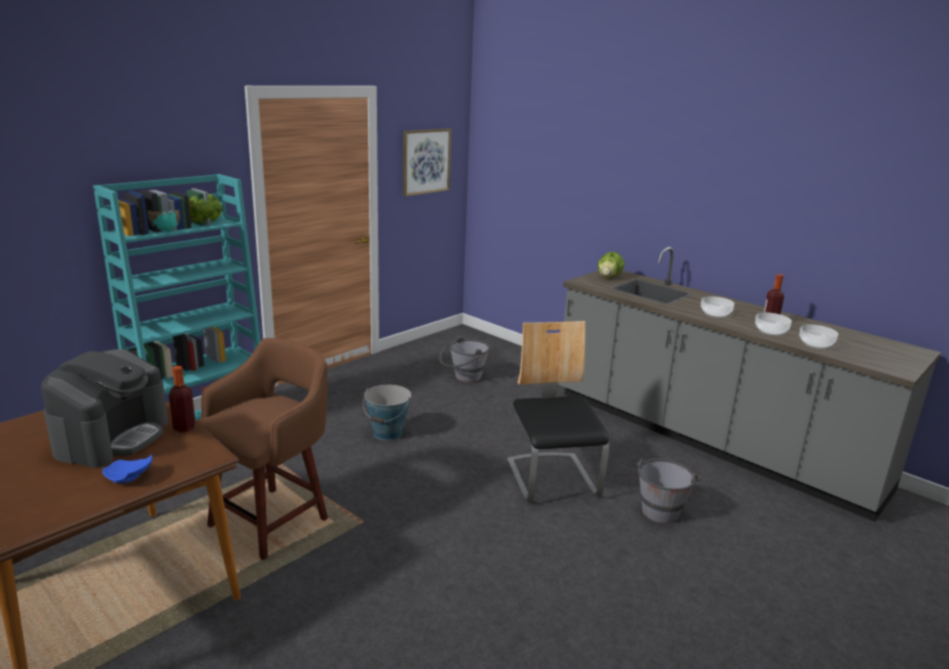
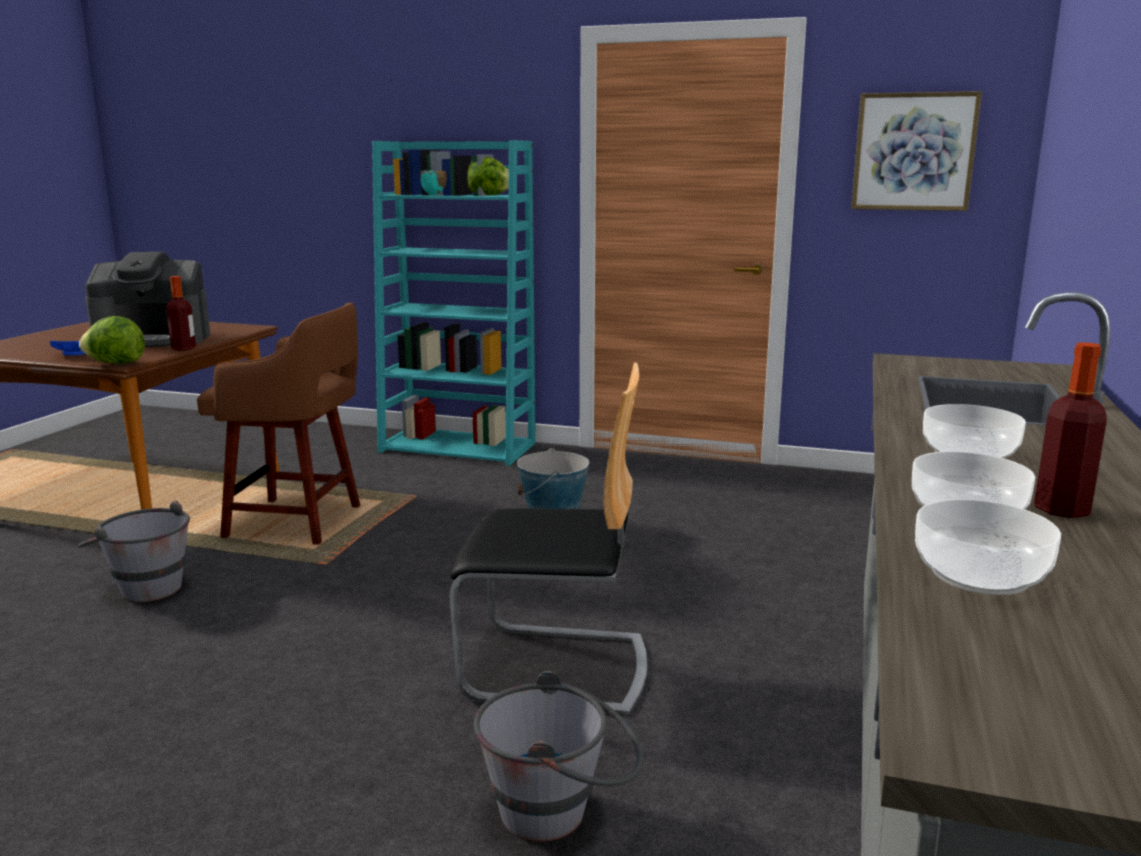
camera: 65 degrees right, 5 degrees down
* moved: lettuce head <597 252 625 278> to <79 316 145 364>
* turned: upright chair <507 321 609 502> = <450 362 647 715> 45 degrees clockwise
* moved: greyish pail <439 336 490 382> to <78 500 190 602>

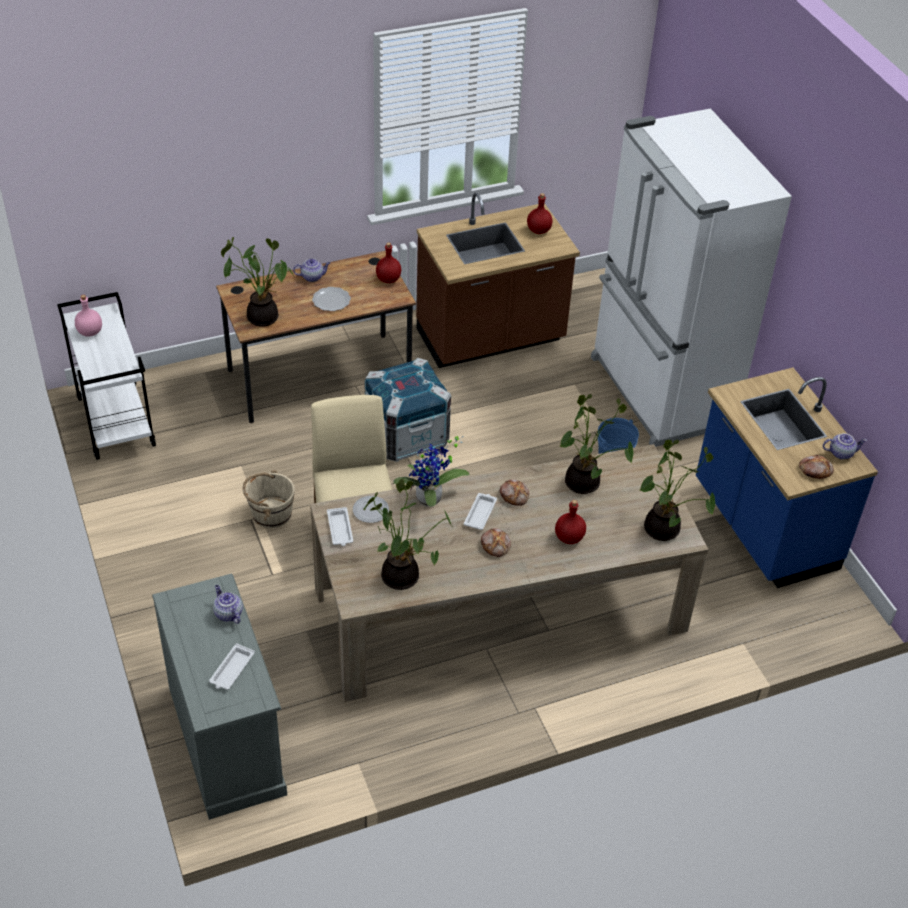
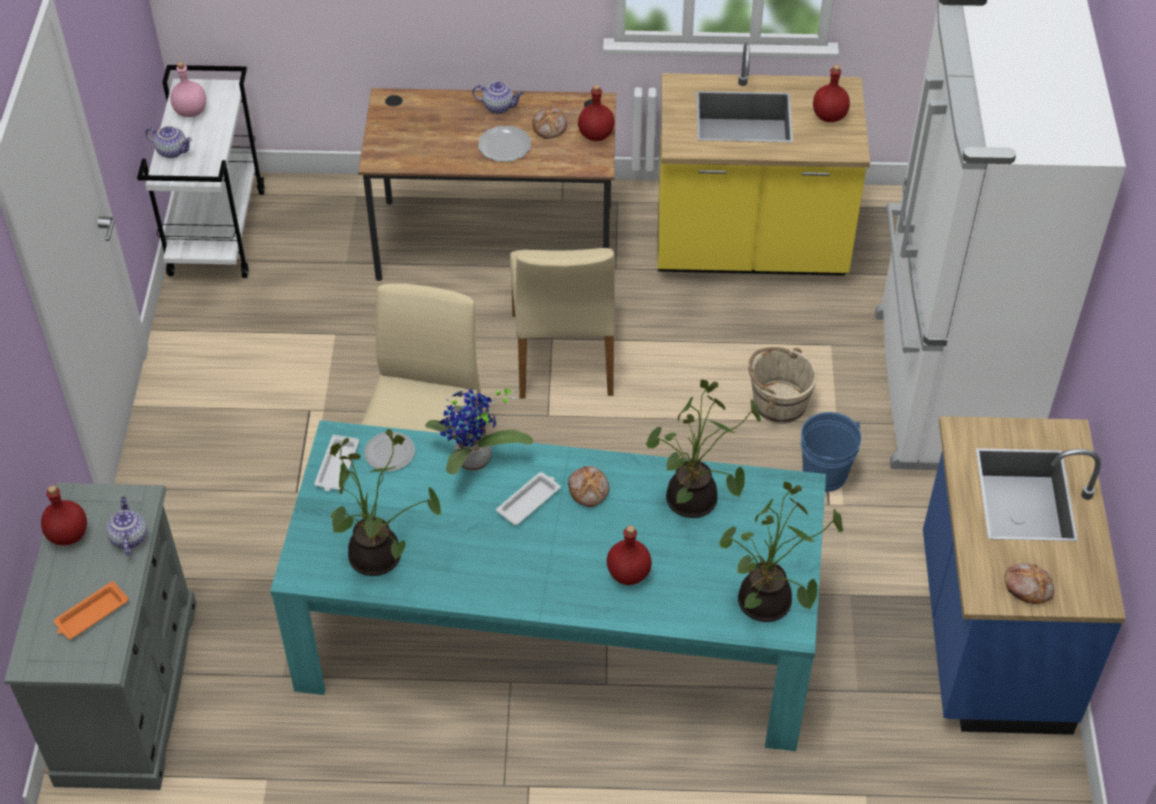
camera: 25 degrees right, 5 degrees up
* recoloured: brownish kitchen counter <416 193 580 368> to yellowish kitchen counter <658 42 870 276>
* removed: houseplant <221 237 294 327>
* replaced: shipping crate <364 358 451 462> to sand-coloured upright chair <510 248 615 399>
* moved: pot for tea <823 433 867 460> to <145 126 192 158>
* recoloured: sand-coloured dinner table <310 444 709 702> to turquoise dinner table <270 420 826 751>
* moved: sand-coloured pail <243 470 295 528> to <748 347 817 424>
* moved: bread <481 528 511 557> to <532 107 567 139>
* recoloured: white serving tray <209 643 255 690> to orangey serving tray <54 581 129 639>
* added: reddish drink bottle <41 485 87 545>

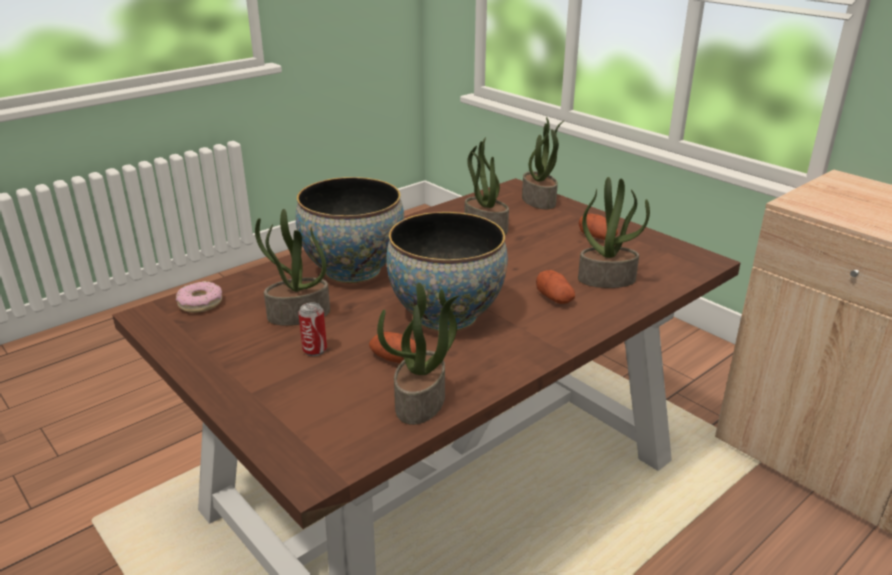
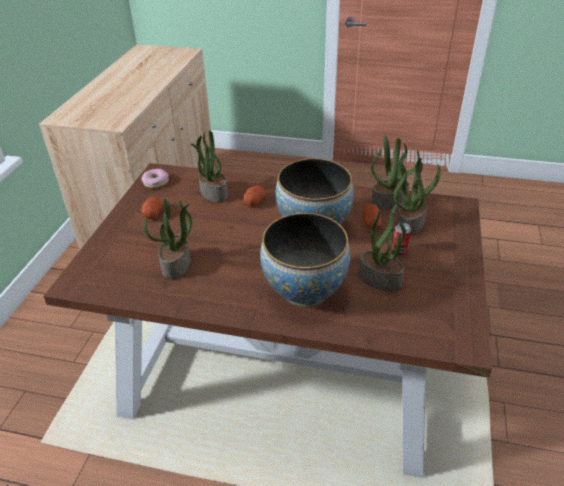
camera: 125 degrees left, 10 degrees up
* moved: houseplant <522 117 565 209> to <393 158 441 235>
* moved: donut <176 281 222 313> to <141 169 169 188>

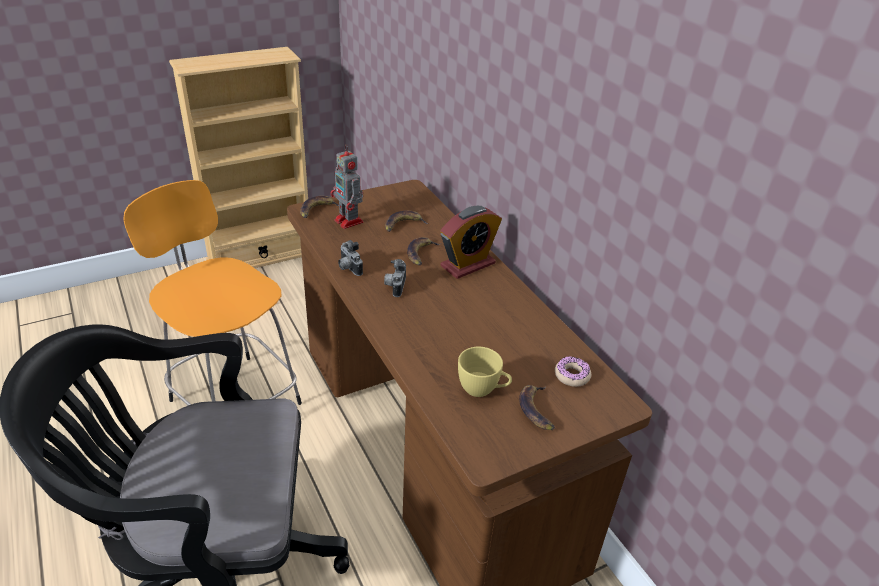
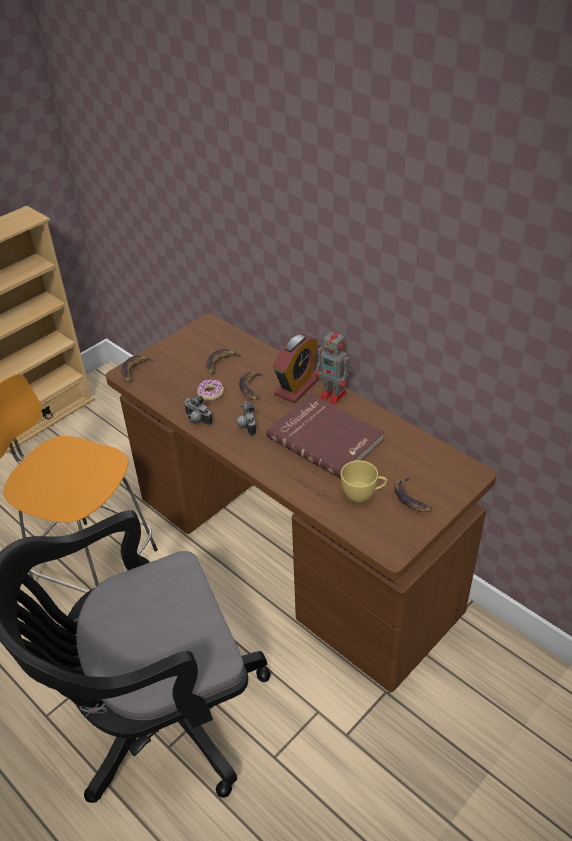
camera: 15 degrees left, 5 degrees up
* moved: robot figure <330 144 364 229> to <314 328 354 405>
* moved: donut <555 356 591 387> to <197 379 224 401>
* added: reddish volume <266 394 384 479>

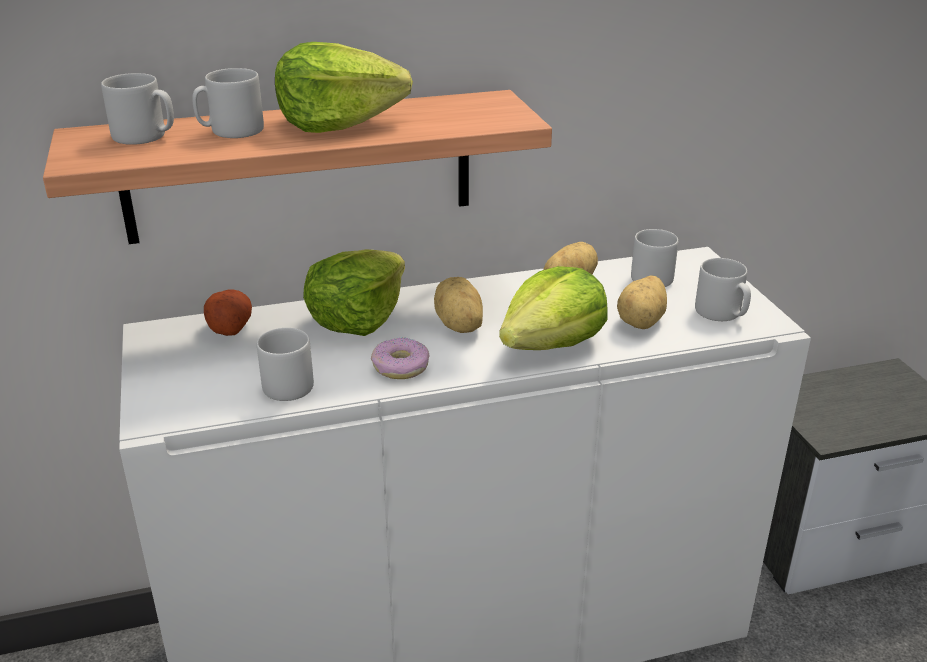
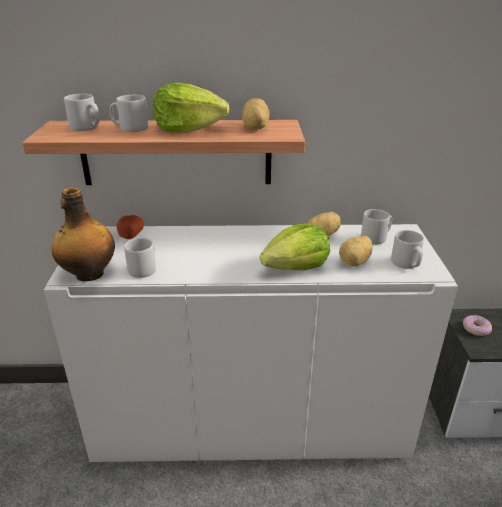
camera: 15 degrees right, 0 degrees up
* removed: lettuce head <303 249 405 336>
* moved: whole potato <434 277 483 333> to <242 98 270 129>
* moved: donut <371 337 429 379> to <463 315 492 336>
* added: drink bottle <51 187 115 281>

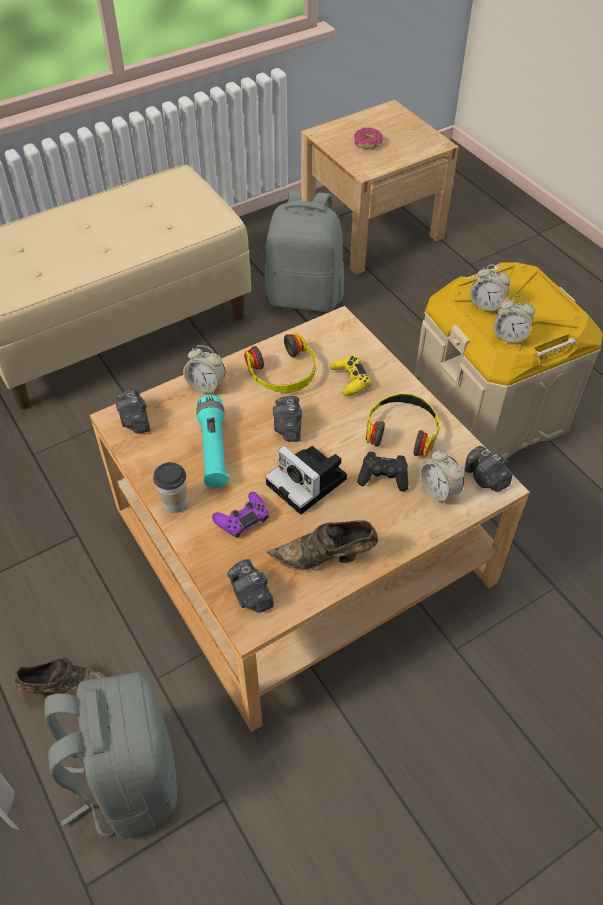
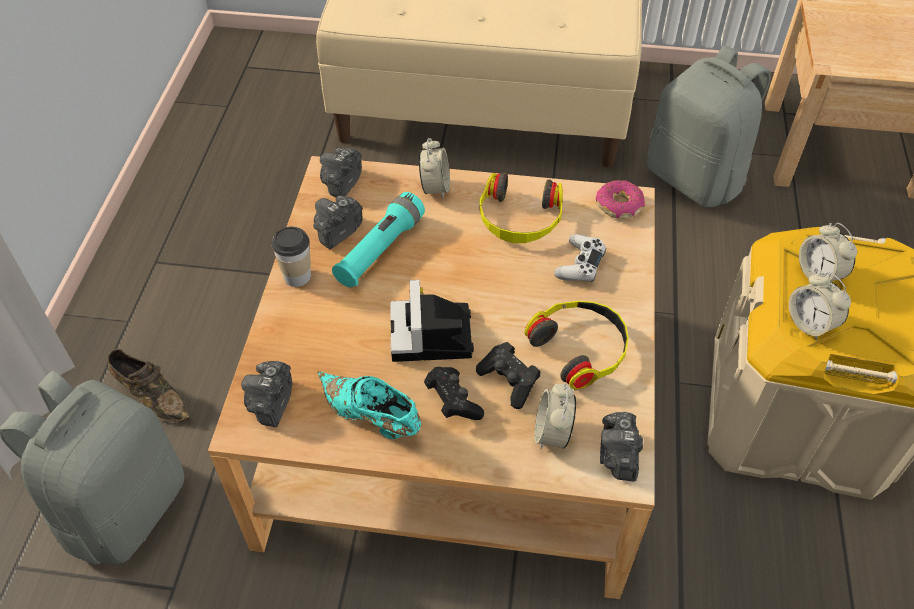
camera: 40 degrees right, 0 degrees up
* moved: donut <354 128 383 149> to <596 180 645 219>
* turned: bedside clock <183 345 225 394> = <419 138 450 199> 150 degrees counterclockwise
* recoloured: yellowish joypad <329 355 372 396> to white joypad <554 234 606 283>
* moved: still camera <273 396 302 442> to <313 196 363 249>
* removed: purplish joypad <212 492 269 538>
* recoloured: brownish low shoe <267 520 378 571> to turquoise low shoe <317 371 421 439>
* added: black-coloured joypad <424 367 484 420>

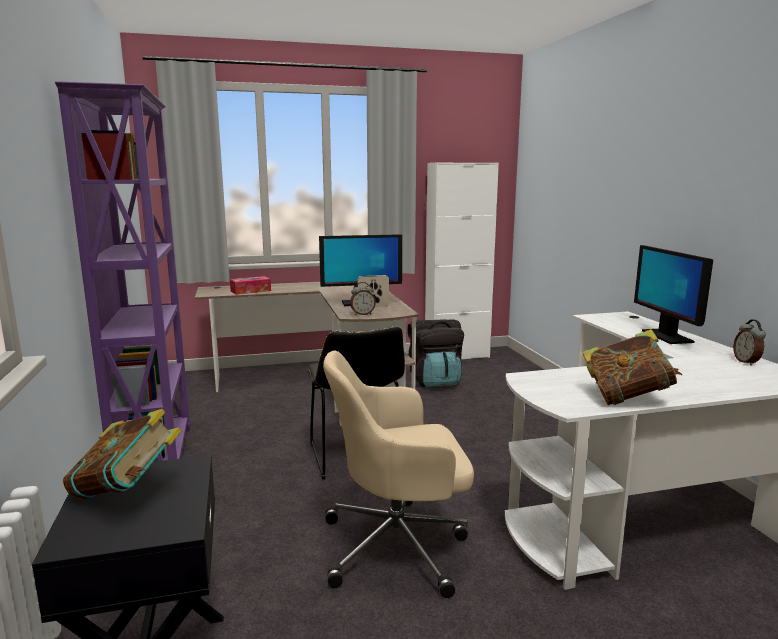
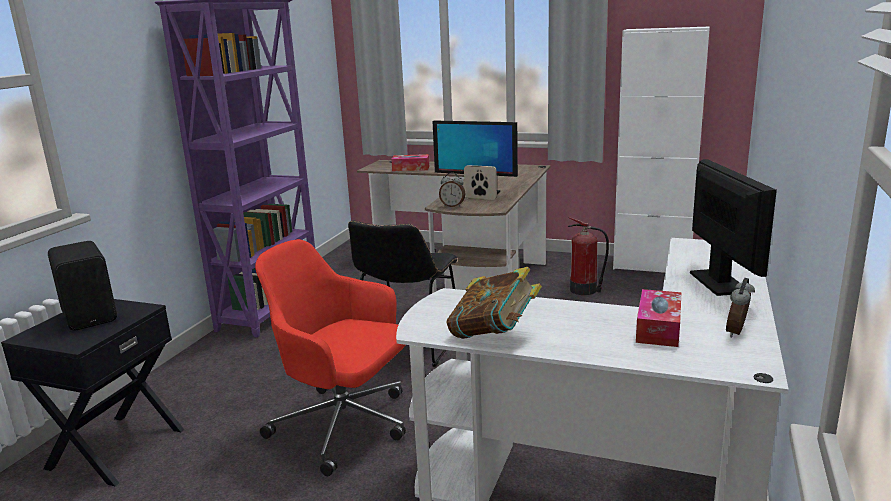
camera: 35 degrees right, 5 degrees up
* turned: computer display <634 245 713 344> = <690 159 777 296> 150 degrees clockwise
* replaced: black-coloured backpack <408 319 464 387> to fire-fighting cylinder <568 217 609 295>
* recoloured: sand-coloured desk chair <323 351 474 598> to reddish desk chair <255 239 406 476>
* replaced: volume <63 409 182 499> to black-coloured speaker <48 241 117 331>
* added: box of tissues <636 289 681 347>

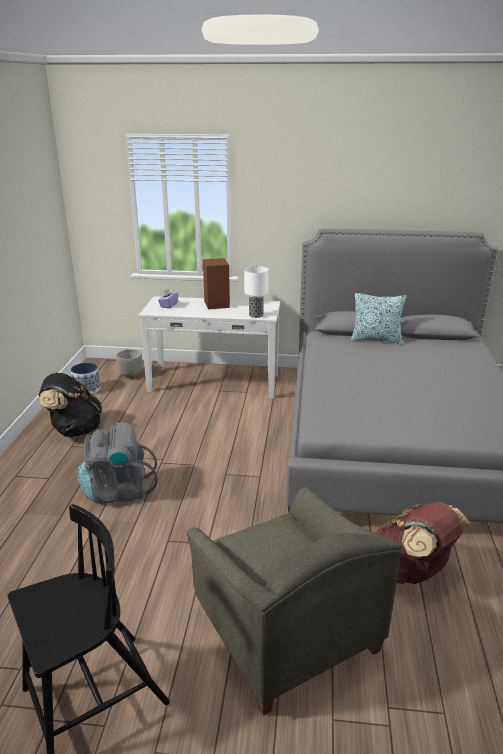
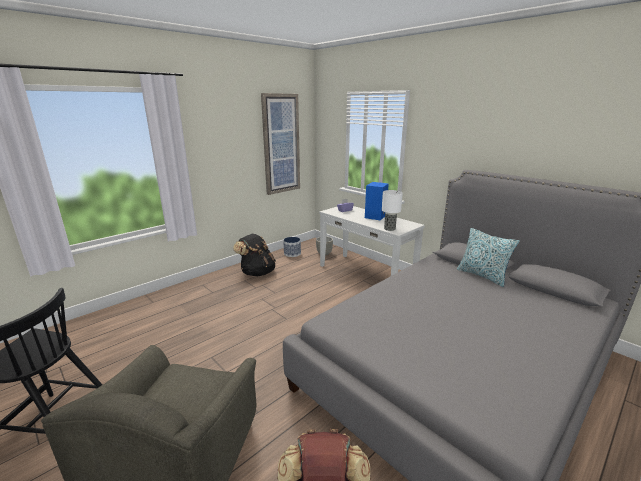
camera: 40 degrees right, 5 degrees down
* recoloured: brownish speaker <203 258 230 309> to bluish speaker <365 182 389 221>
* removed: greyish backpack <77 422 158 504>
* added: picture <261 93 300 195>

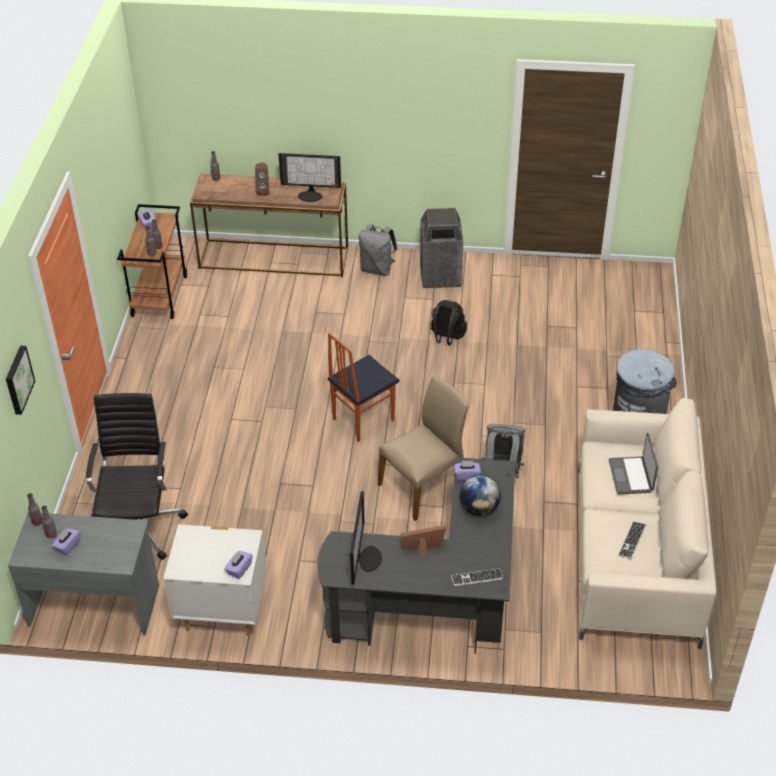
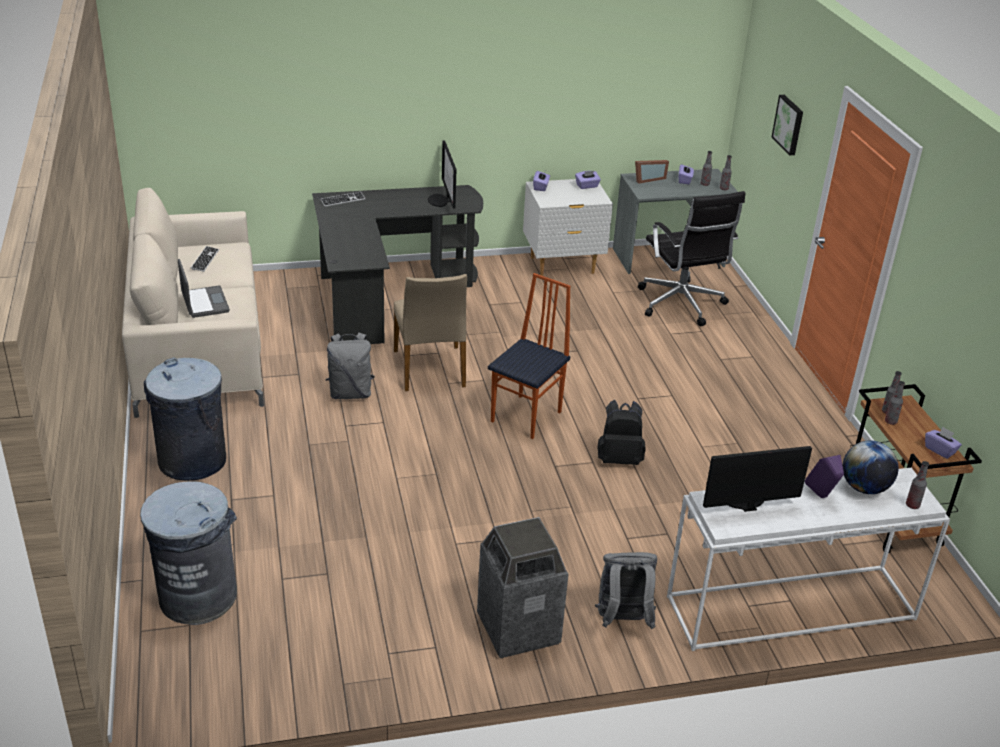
camera: 160 degrees right, 10 degrees down
* recoloured: brownish speaker <255 162 270 196> to purplish speaker <805 455 844 498>
* recoloured: brownish narrow table <190 174 348 277> to white narrow table <667 468 950 651>
* moved: black-coloured backpack <431 300 467 346> to <597 400 646 465>
* turned: sand-coloured upright chair <378 376 468 521> = <394 274 467 391> 45 degrees counterclockwise
* moved: purplish box of tissues <454 461 481 481> to <575 171 601 189>
* moved: globe <460 475 501 516> to <843 440 899 494>
* moved: photo frame <401 525 446 556> to <635 160 669 184>
* added: greyish rubbish bin <140 481 237 625>

